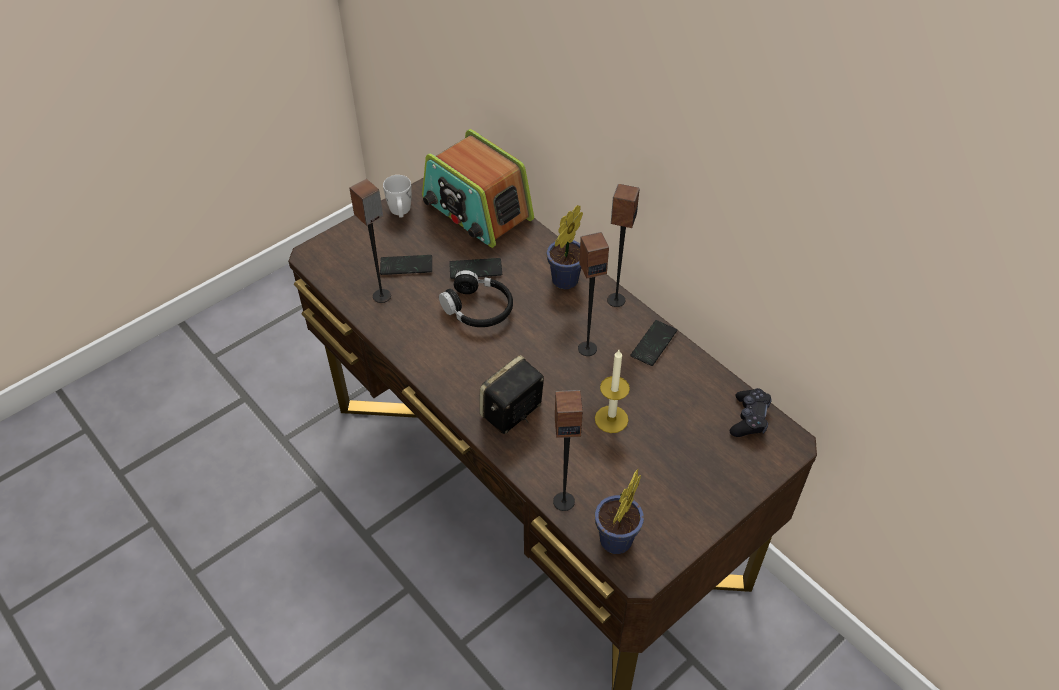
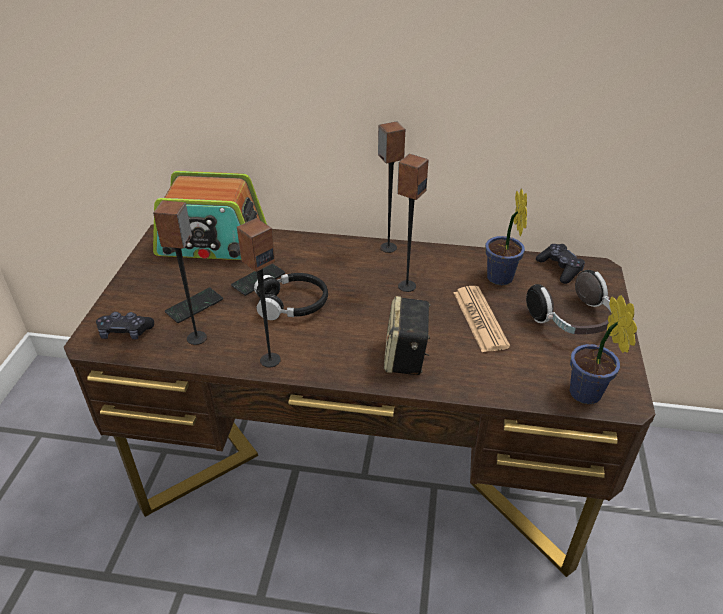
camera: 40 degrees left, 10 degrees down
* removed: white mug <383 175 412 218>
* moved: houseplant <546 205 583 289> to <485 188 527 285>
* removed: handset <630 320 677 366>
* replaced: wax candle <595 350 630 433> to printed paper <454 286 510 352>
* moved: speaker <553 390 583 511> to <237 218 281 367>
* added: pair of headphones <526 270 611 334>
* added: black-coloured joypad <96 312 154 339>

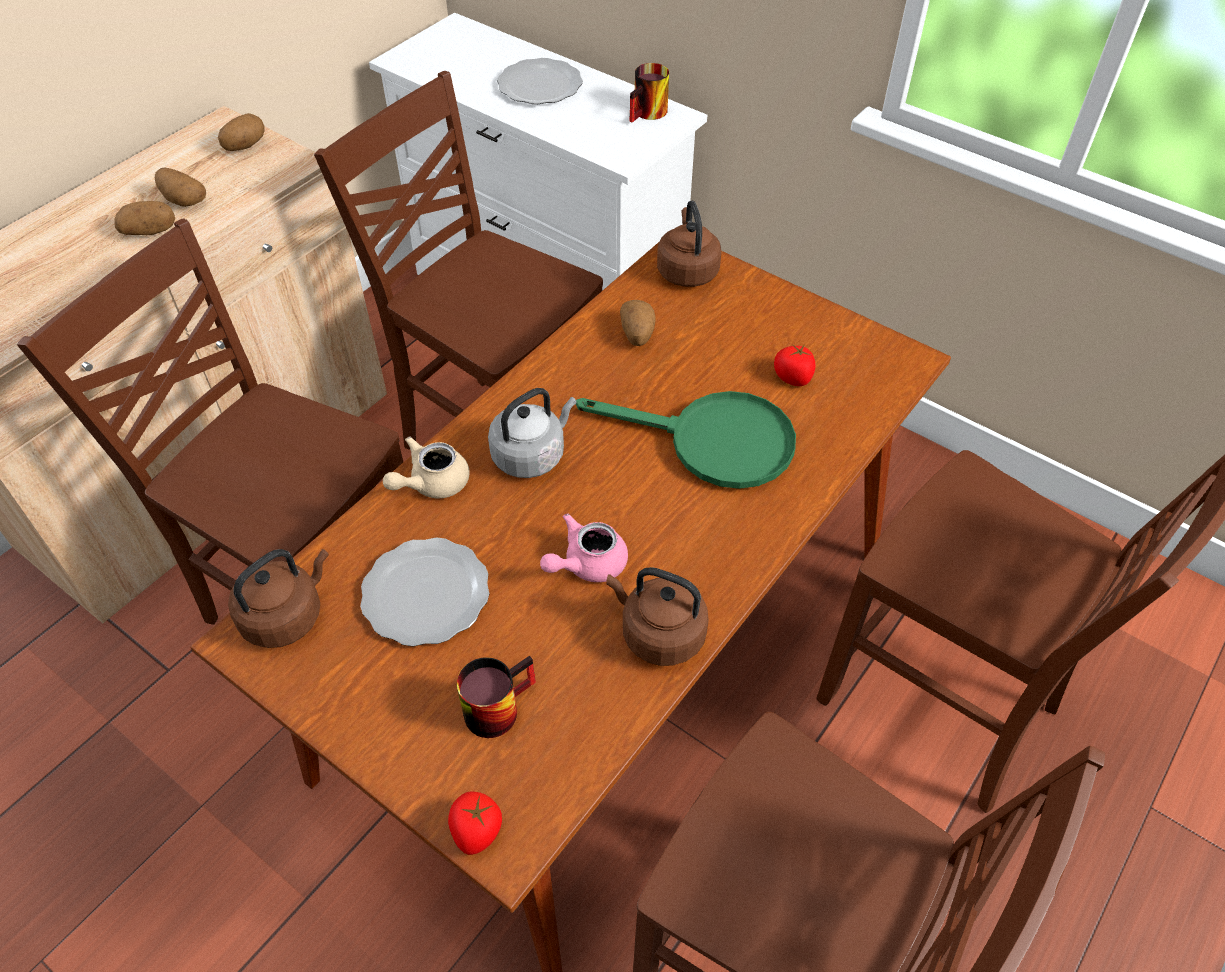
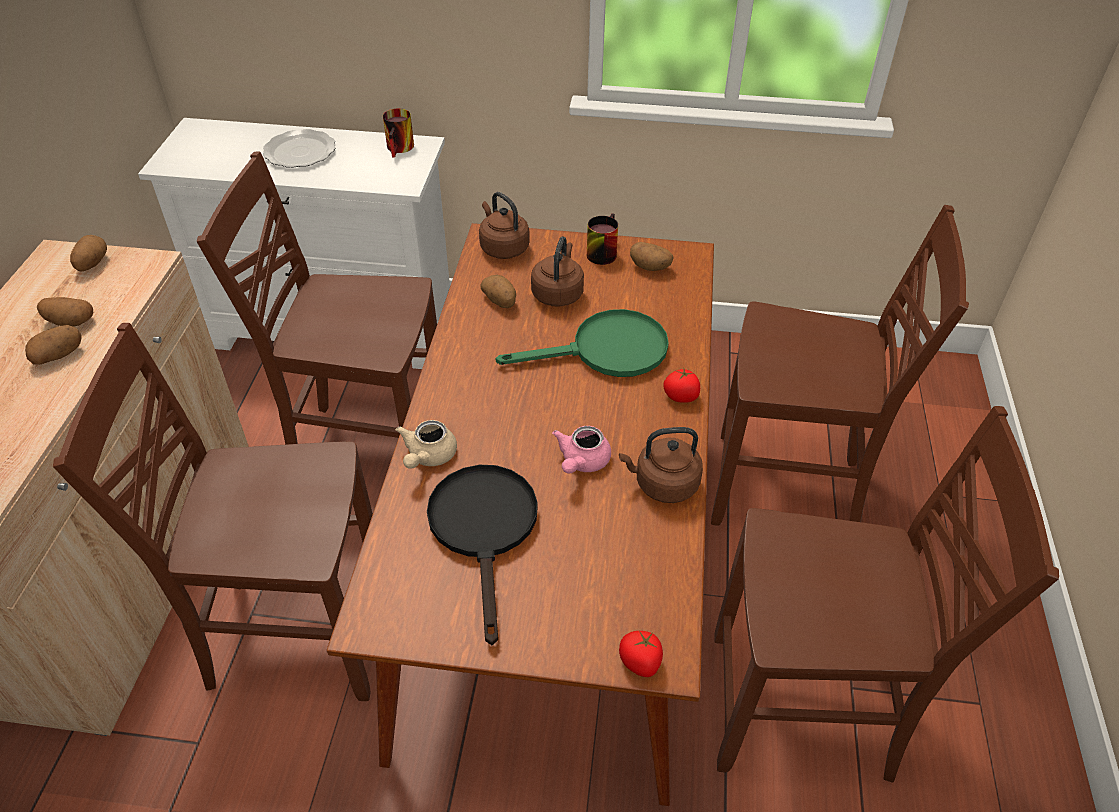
camera: 30 degrees left, 5 degrees down
* moved: fresh tomato <774 344 815 386> to <663 367 700 403>
* removed: greyish tea kettle <488 388 577 478>
* replaced: flat dish <360 537 489 646> to black-coloured pan <427 465 538 645>
* moved: brownish tea kettle <228 549 329 648> to <531 236 584 307>
* moved: mug <457 656 536 738> to <587 213 618 265>
* added: whole potato <630 242 674 271>

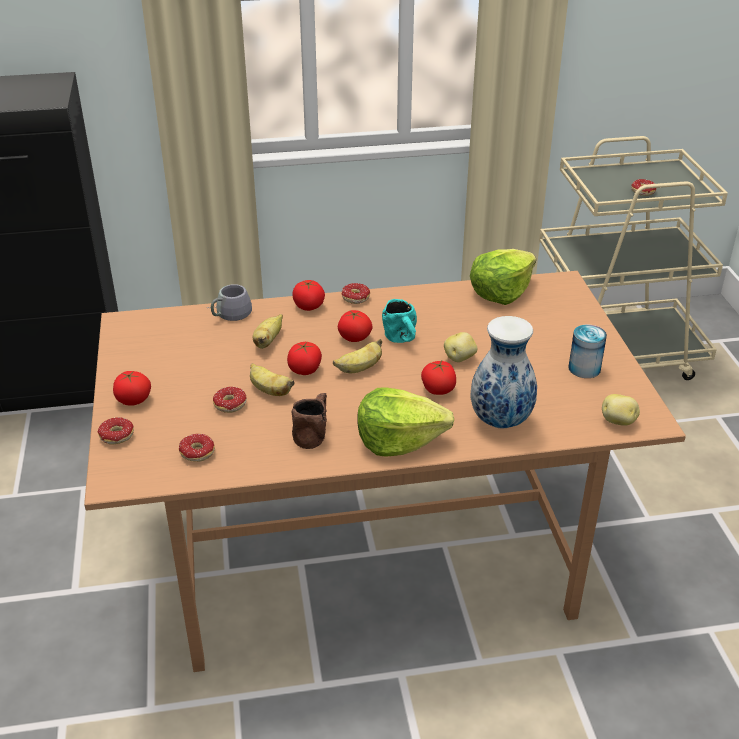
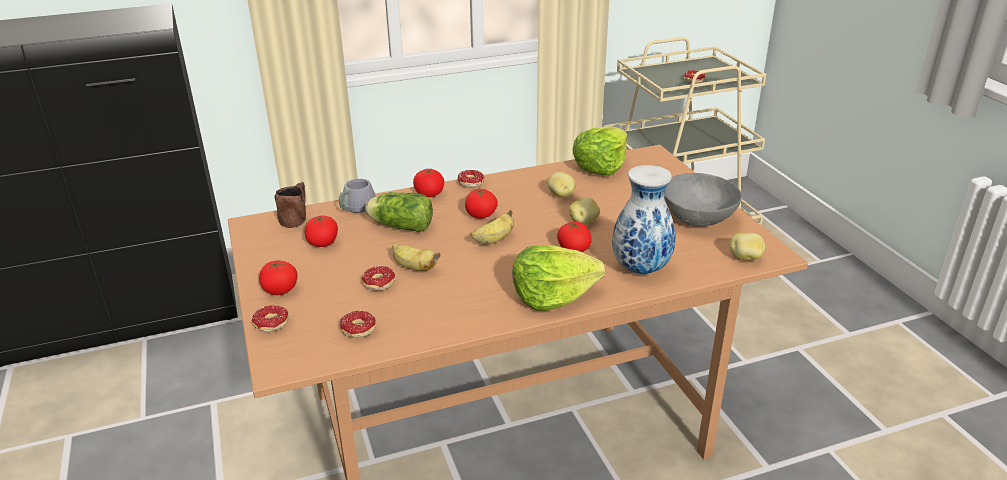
camera: 10 degrees left, 5 degrees down
* removed: turquoise mug <382 299 417 343>
* replaced: banana <253 314 283 349> to lettuce head <365 192 433 232>
* replaced: sealed can <568 325 607 378> to greyish deep dish <664 173 742 227>
* moved: fresh tomato <287 342 322 375> to <305 215 338 247>
* moved: brownish mug <291 393 327 449> to <275 182 306 228>
* added: whole potato <548 172 576 198>

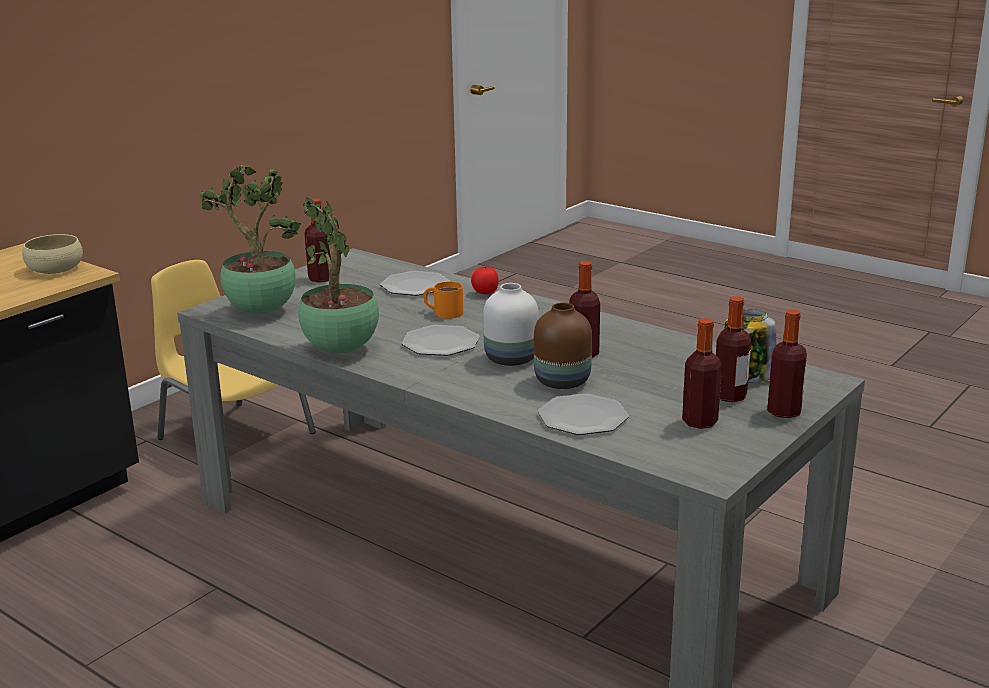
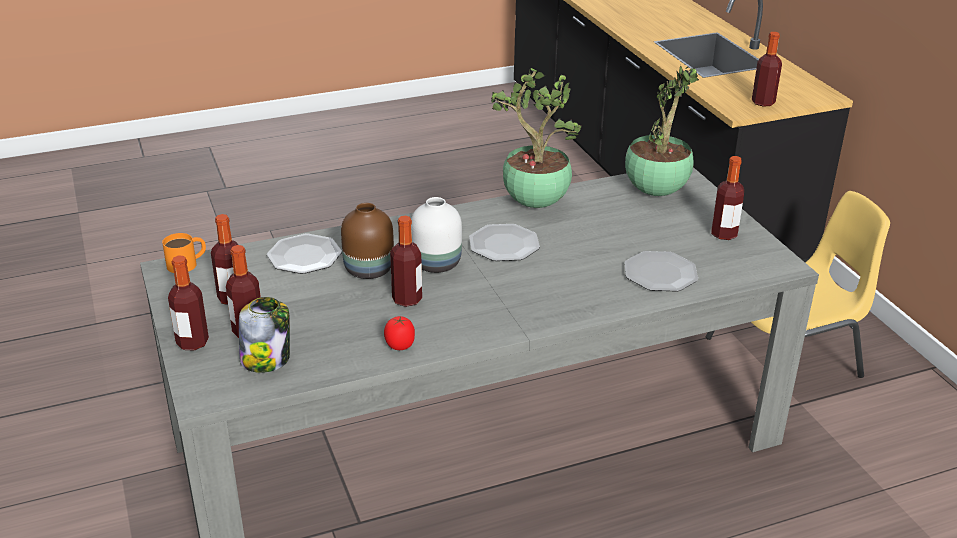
camera: 120 degrees right, 10 degrees up
* replaced: sand-coloured deep dish <22 234 83 274> to drink bottle <752 32 782 107>
* moved: fresh tomato <471 266 499 294> to <384 316 415 350>
* moved: orangey mug <424 282 463 319> to <162 233 206 273>

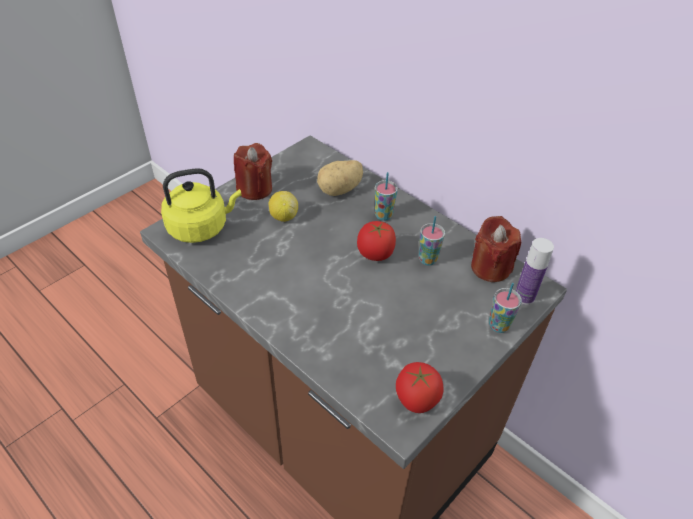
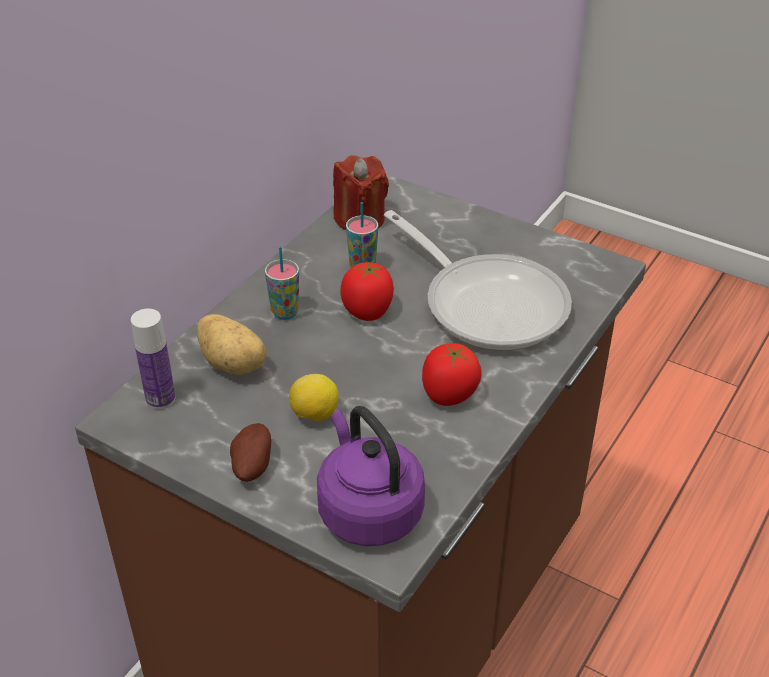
camera: 100 degrees left, 5 degrees down
* replaced: reddish wax candle <234 143 272 200> to whole potato <230 423 271 482>
* recoloured: yellowish tea kettle <161 168 242 243> to purplish tea kettle <317 406 425 546>
* moved: drink bottle <516 238 554 305> to <131 309 176 410>
* removed: small cup <489 283 522 333>
* moved: fresh tomato <396 362 444 413> to <422 343 481 406>
* added: pan <384 210 572 351>

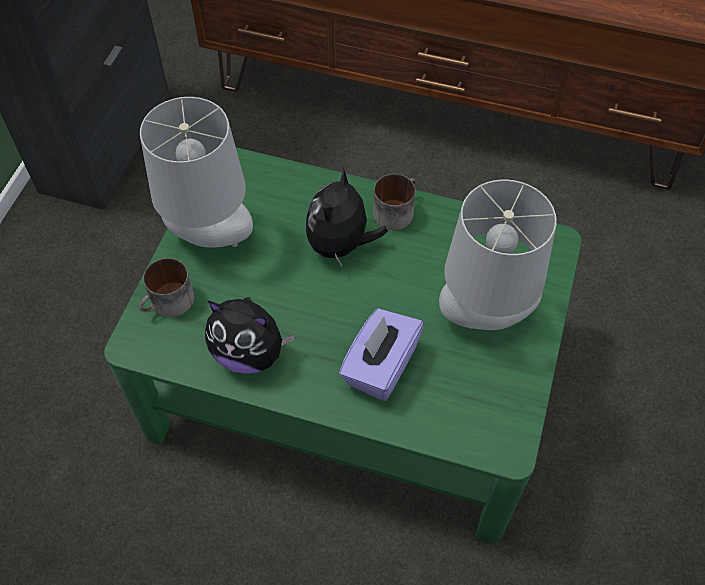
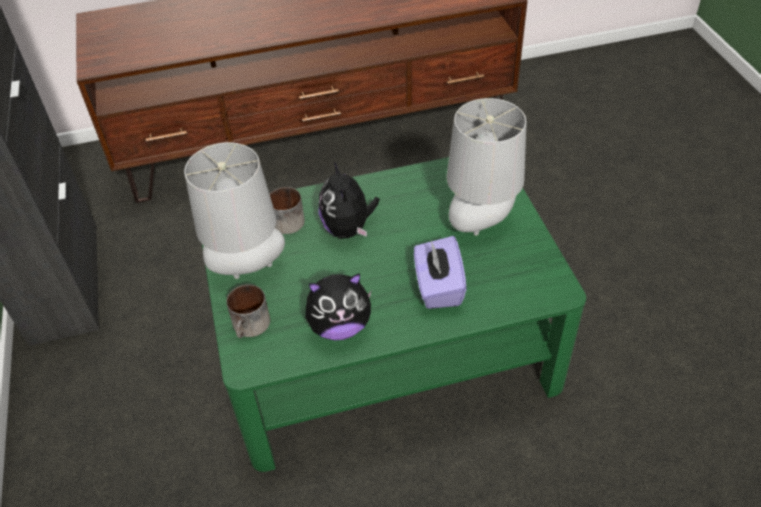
camera: 30 degrees left, 10 degrees down
* moved: mug <373 174 416 230> to <270 187 305 234>

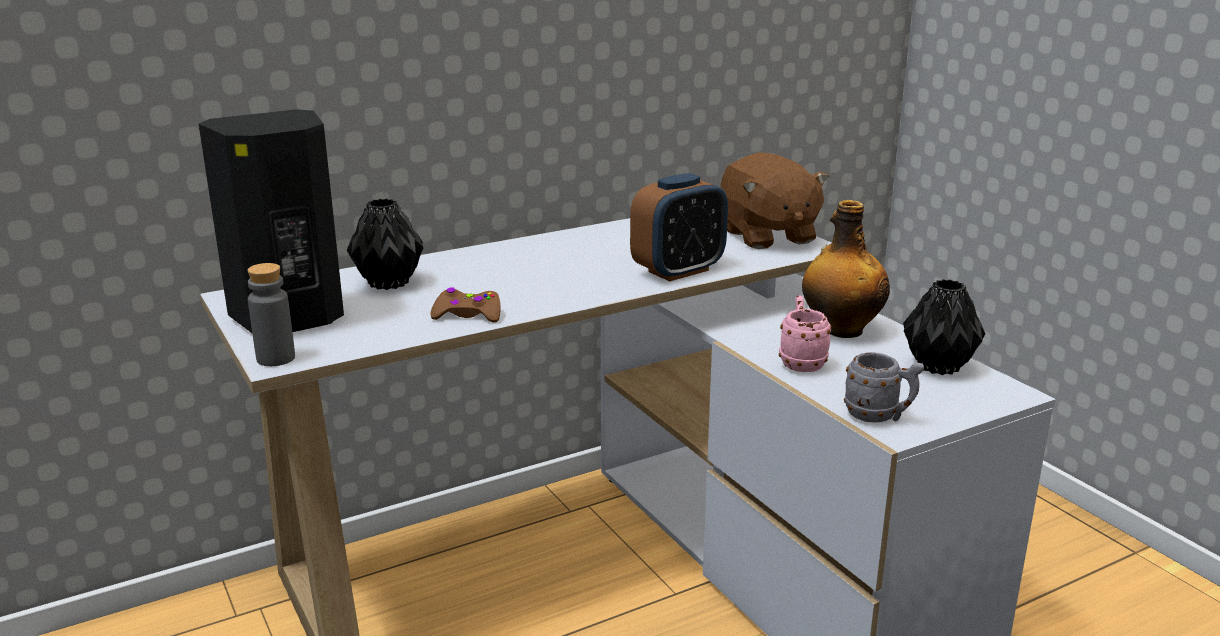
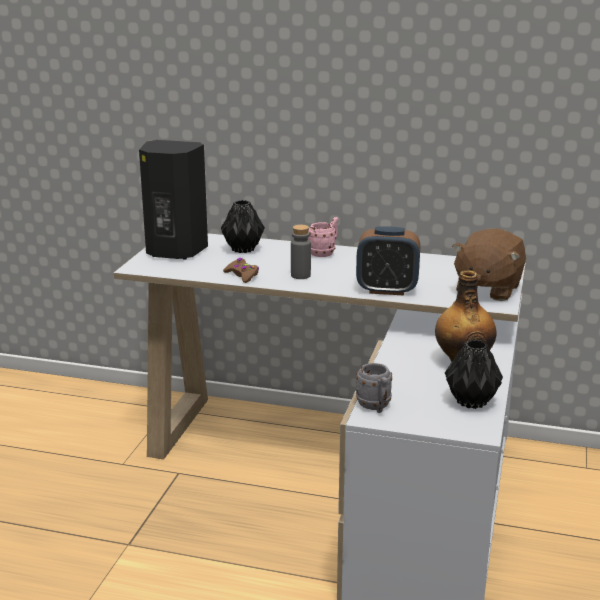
camera: 45 degrees right, 0 degrees up
* moved: greyish drink bottle <247 263 295 366> to <291 225 311 279>
* moved: pink mug <779 295 832 372> to <308 217 338 257>

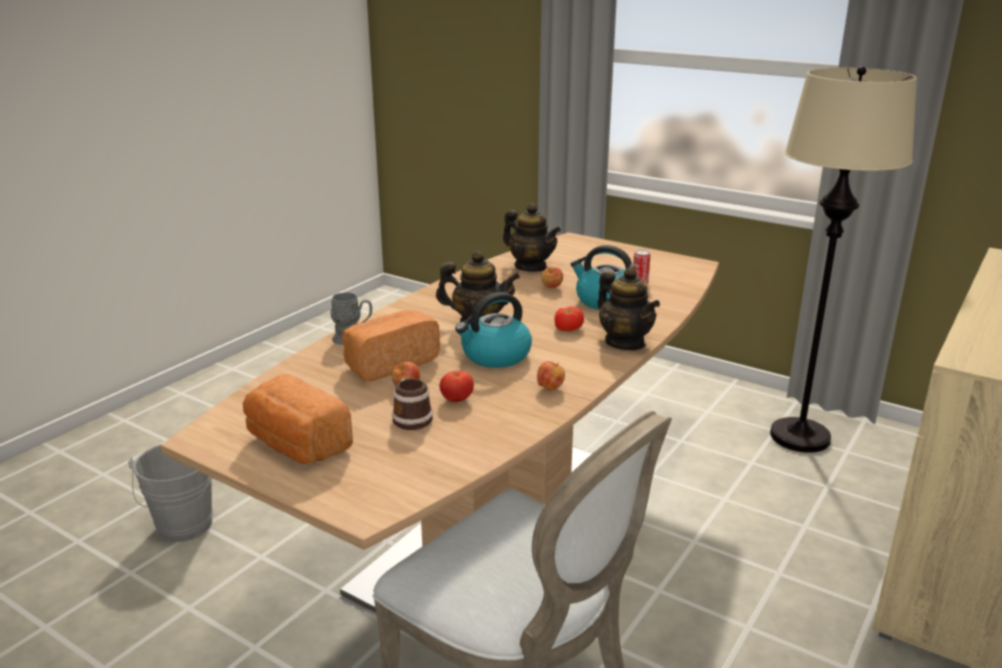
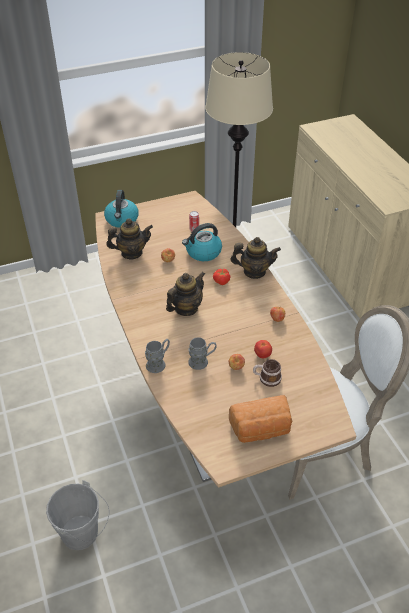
camera: 55 degrees left, 20 degrees up
* moved: tea kettle <455 292 532 368> to <104 190 139 228>
* replaced: bread <341 310 440 381> to greyish mug <188 337 216 370>

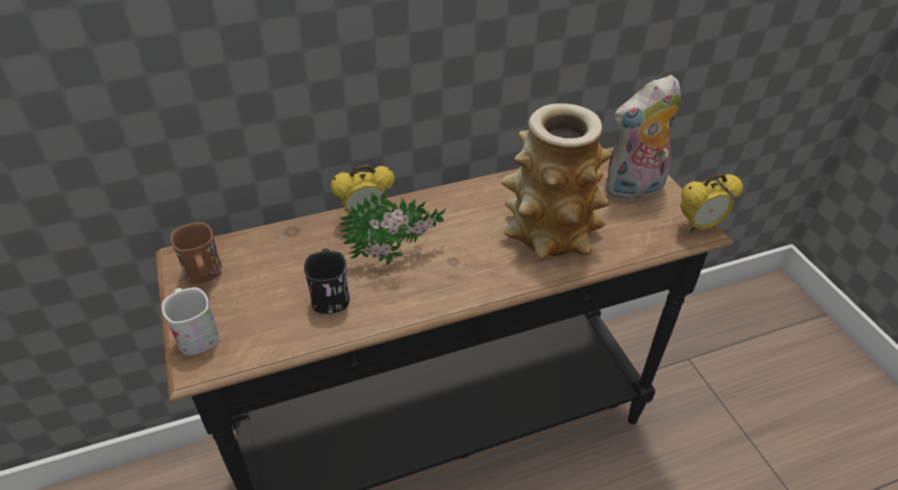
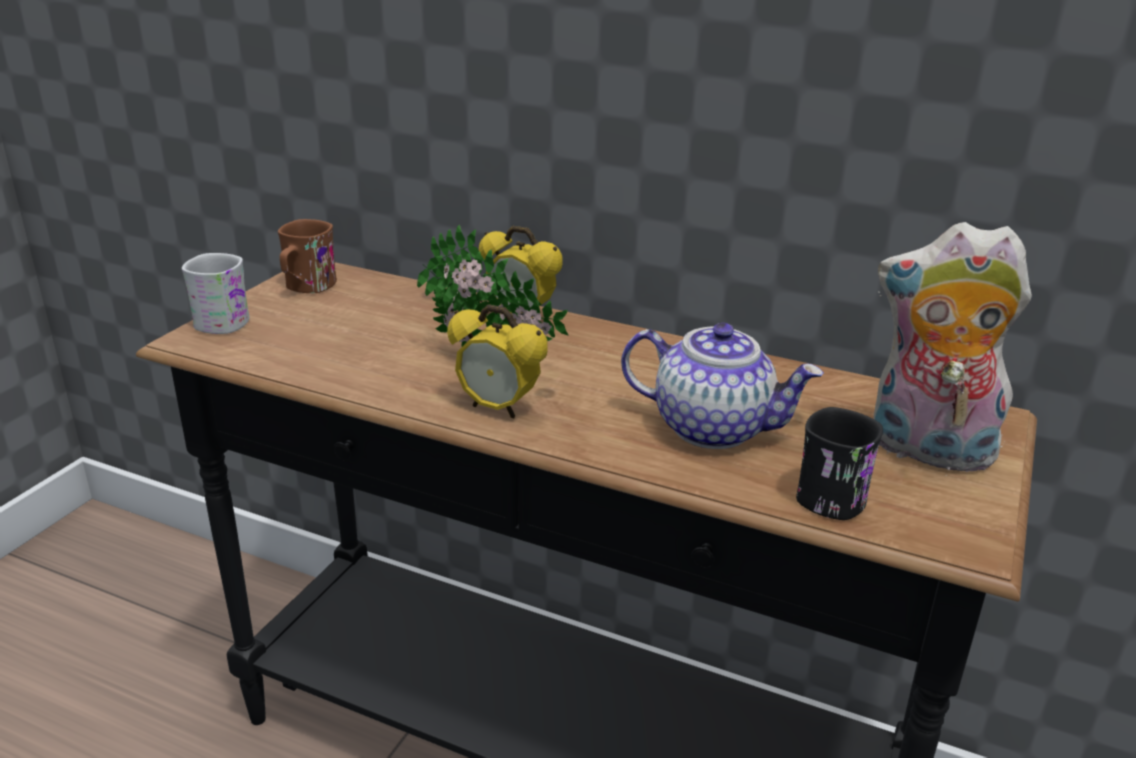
camera: 45 degrees right, 15 degrees down
* replaced: decorative vase <501 103 611 259> to pot for tea <621 323 824 449>
* moved: bedside clock <680 173 743 232> to <447 304 548 419>
* moved: black-coloured mug <304 249 350 314> to <796 407 883 520>

